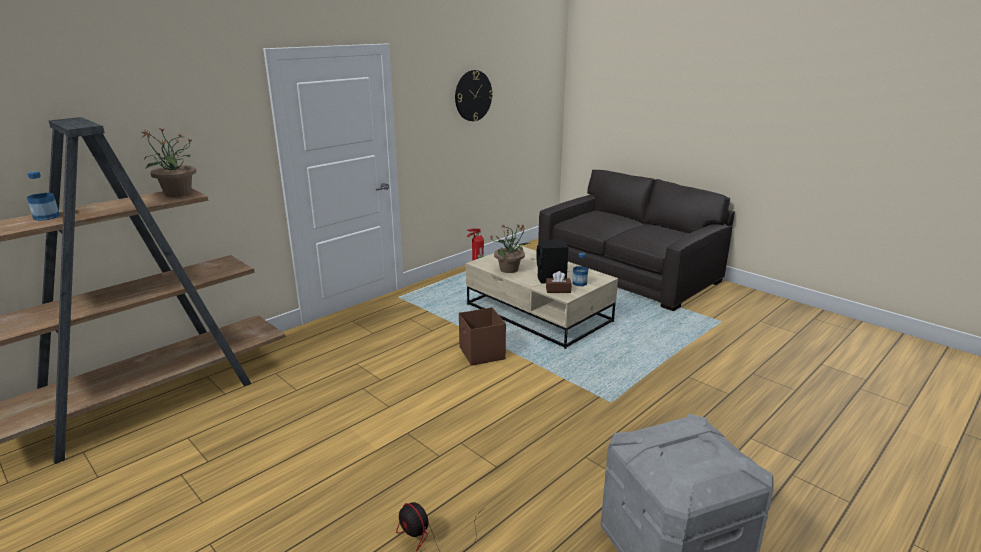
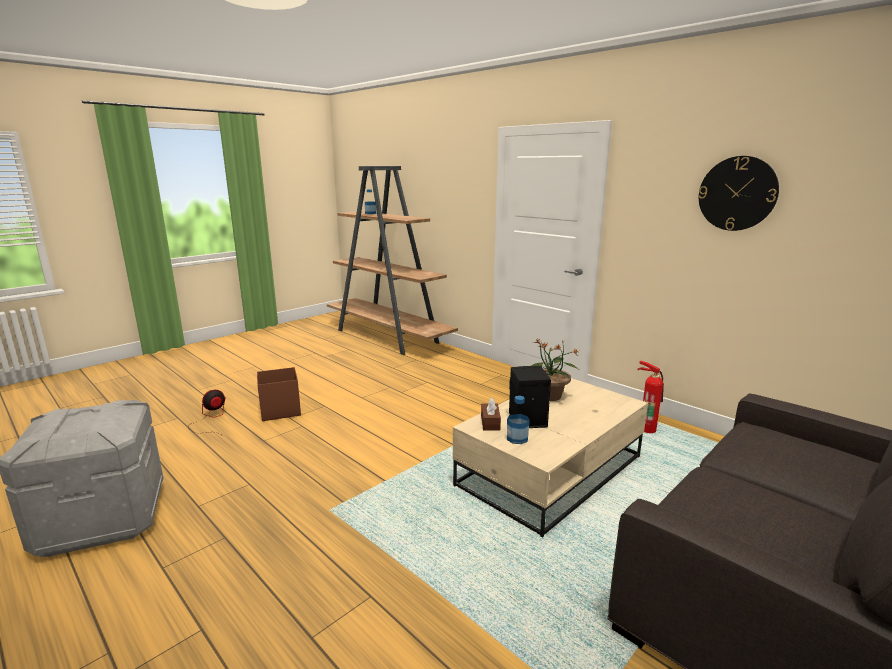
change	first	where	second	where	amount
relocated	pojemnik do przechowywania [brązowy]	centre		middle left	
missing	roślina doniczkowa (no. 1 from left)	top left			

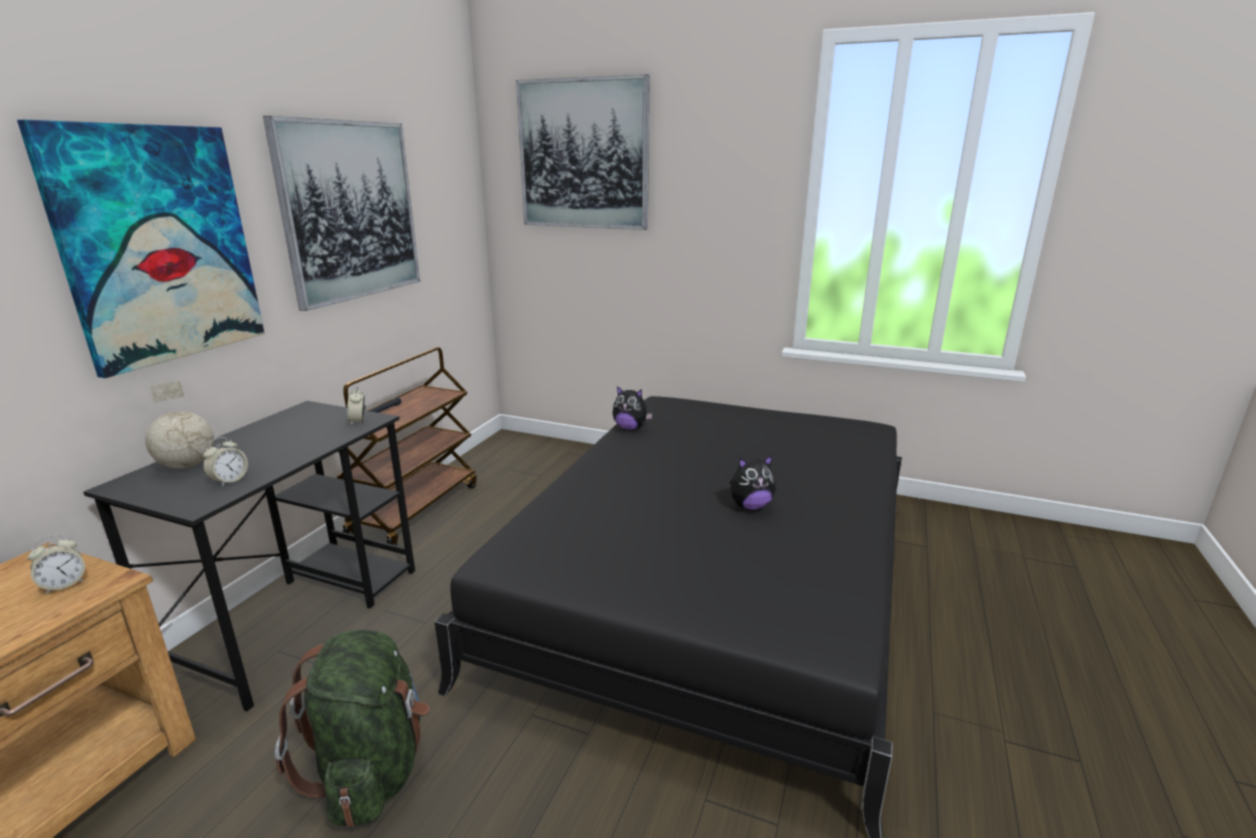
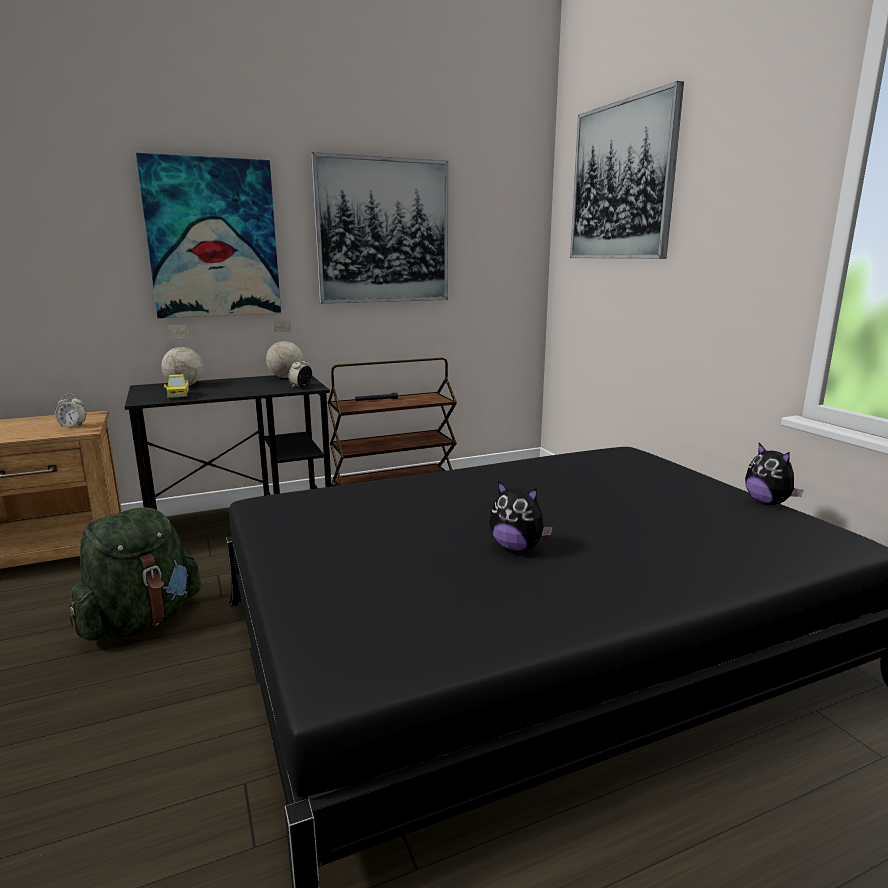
change	first	where	second	where	amount
exchanged	budzik (no. 2 from left)	middle left	ciężarówka zabawkowa	middle left	
appeared			globus (no. 2 from left)	middle left	
relocated	pluszak (no. 1 from left in the first image)	centre	pluszak (no. 2 from left)	middle right	

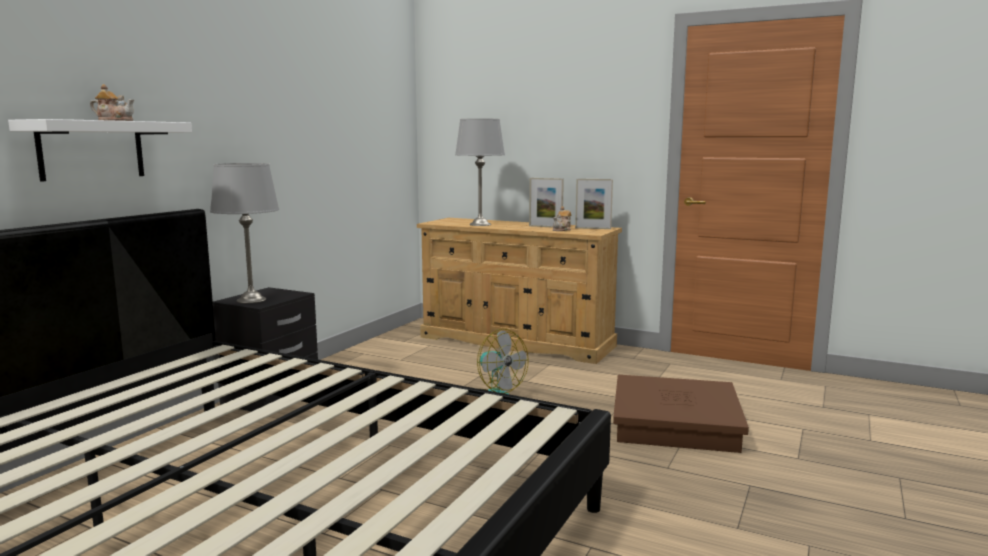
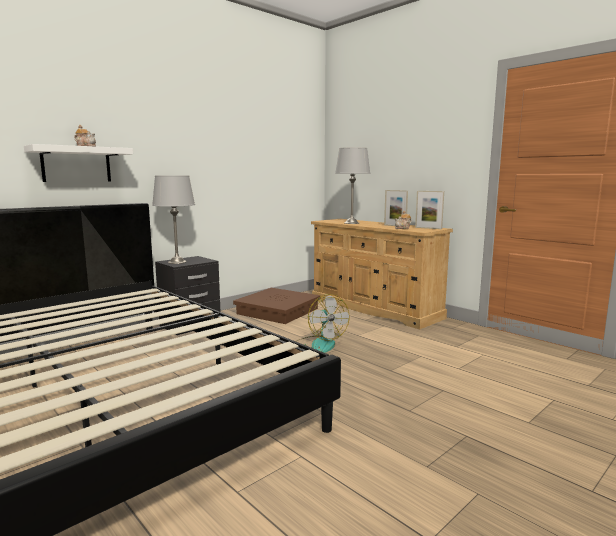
change	first	where	second	where	amount
relocated	pojemnik do przechowywania [brązowy]	bottom right		centre	

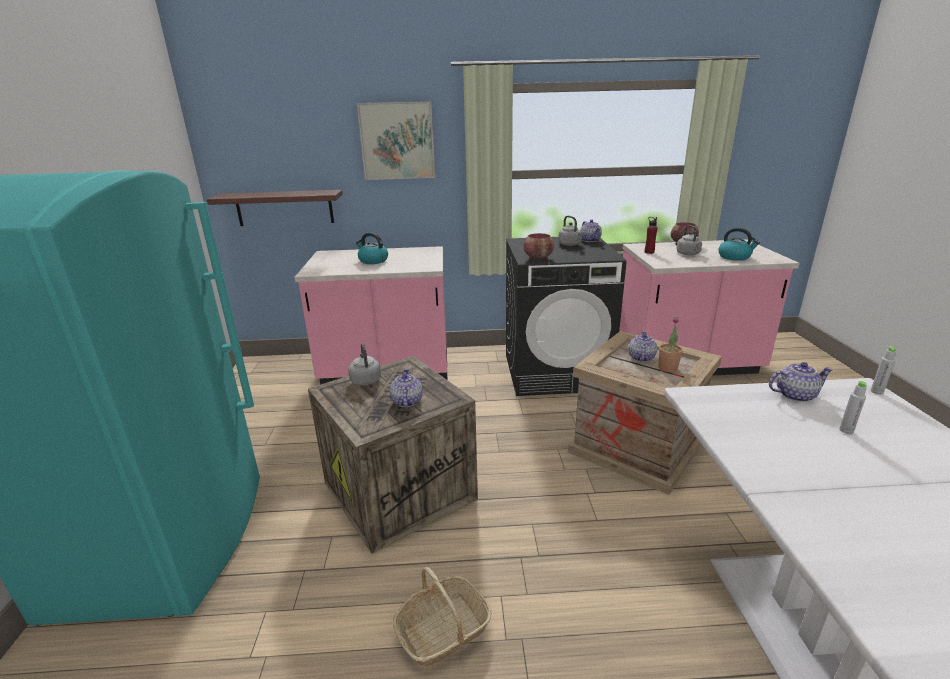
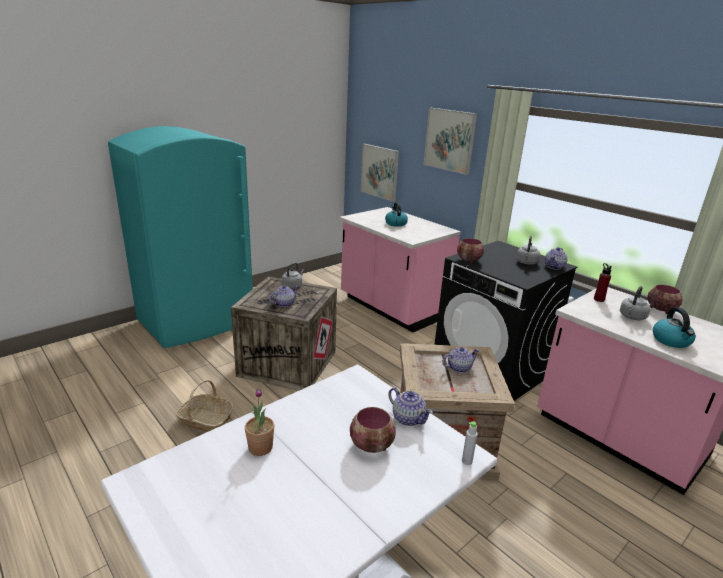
change	first	where	second	where	amount
relocated	roślina doniczkowa	middle right		bottom centre	
exchanged	butelka [szary] (no. 1 from left)	middle right	miska (no. 1 from left)	bottom centre	
exchanged	półka	top left	obraz (no. 1 from left)	top centre	

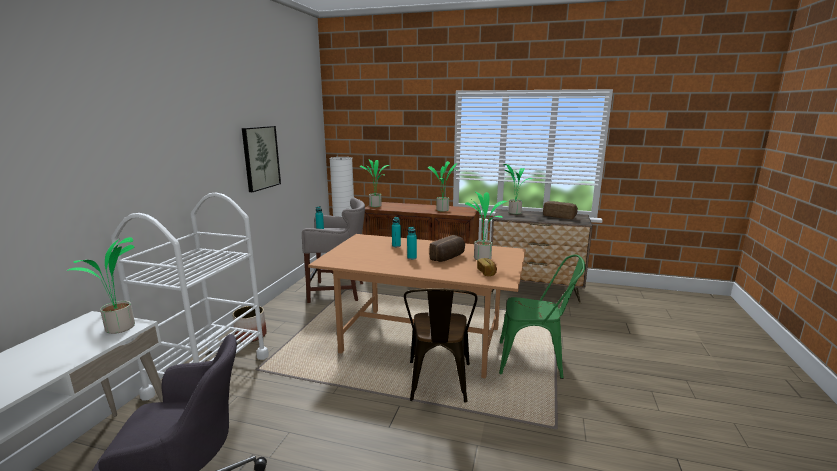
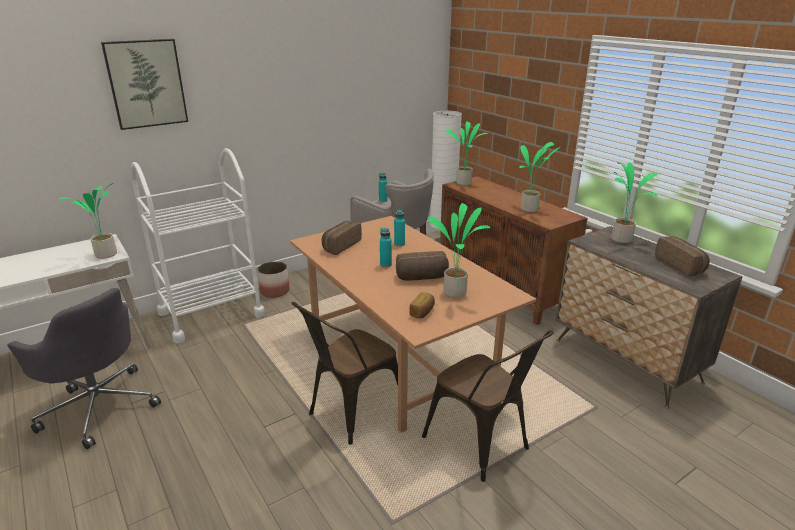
change	first	where	second	where	amount
relocated	obraz	middle left		top left	
appeared			chleb (no. 1 from left)	centre	
colour	krzesło [zielony]	bottom centre	krzesło [brązowy] (no. 2 from left)	bottom centre	

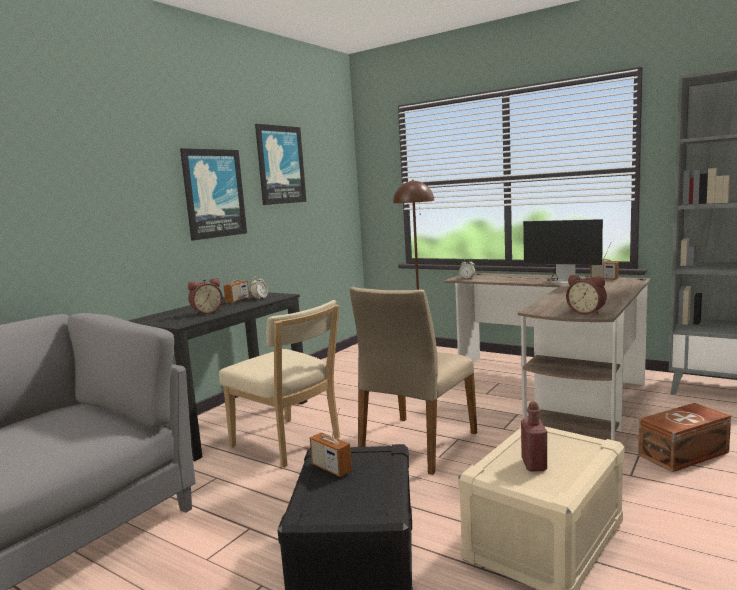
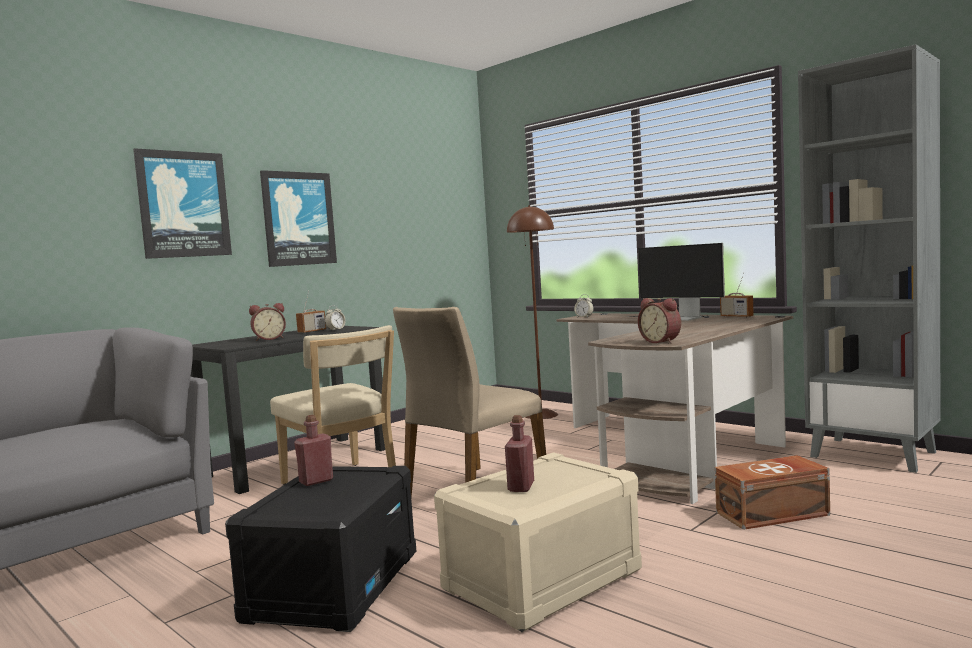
change	first	where	second	where	amount
relocated	obraz (no. 2 from left in the first image)	top centre	obraz (no. 1 from left)	top left	
exchanged	radio (no. 2 from left)	bottom centre	butelka [czerwony] (no. 1 from left)	bottom left	

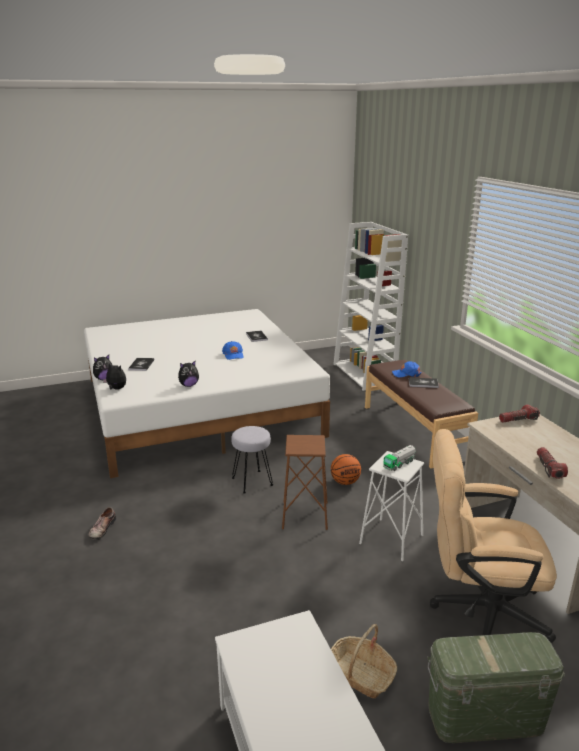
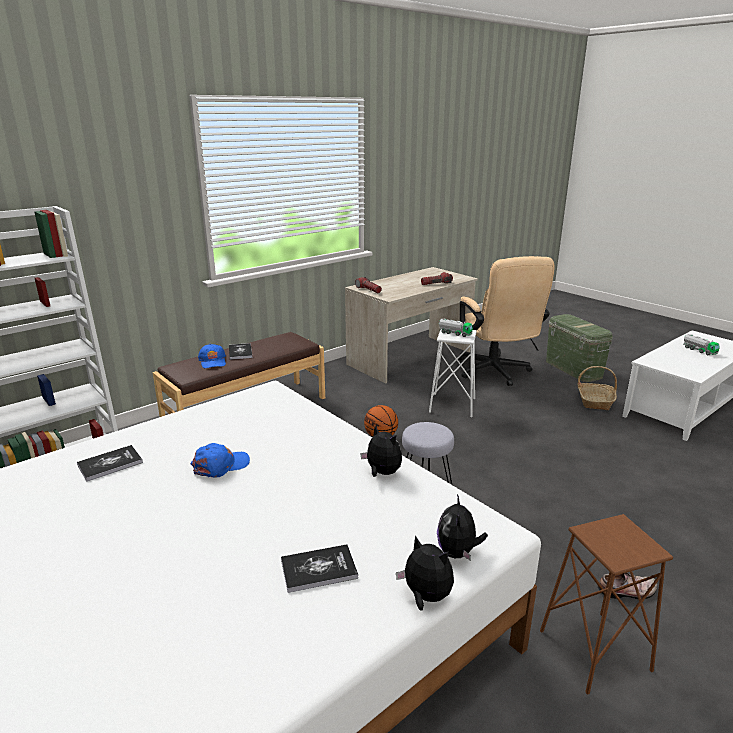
change	first	where	second	where	amount
relocated	stołek [brązowy]	centre		bottom right	
appeared			ciężarówka zabawkowa (no. 2 from left)	middle right	

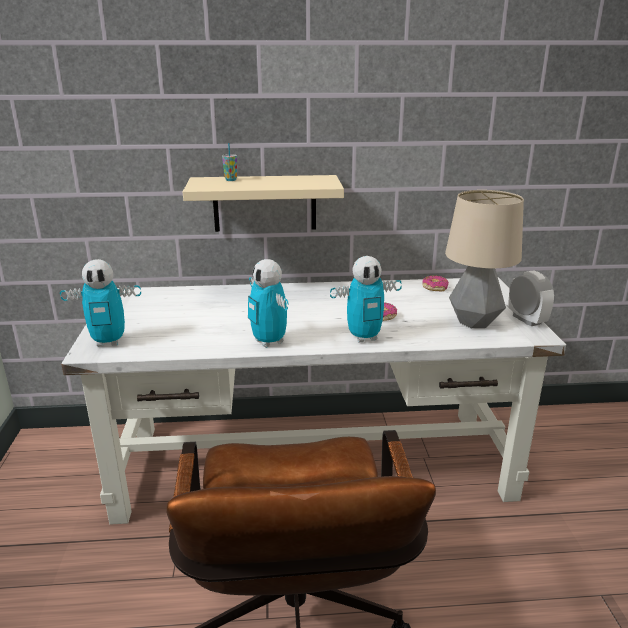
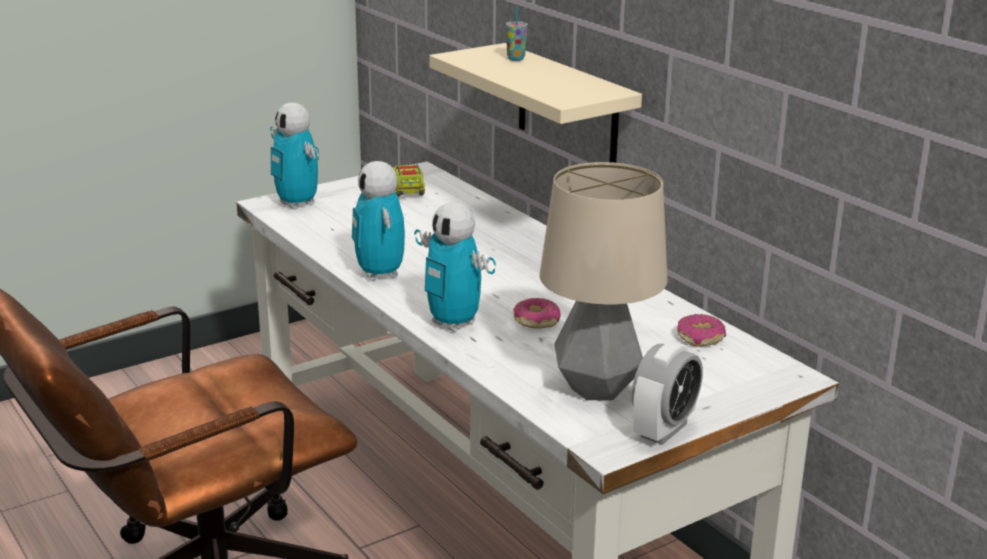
change	first	where	second	where	amount
spun	robot zabawkowy (no. 2 from left)	centre		centre	45 degrees counterclockwise
appeared			ciężarówka zabawkowa	top centre	

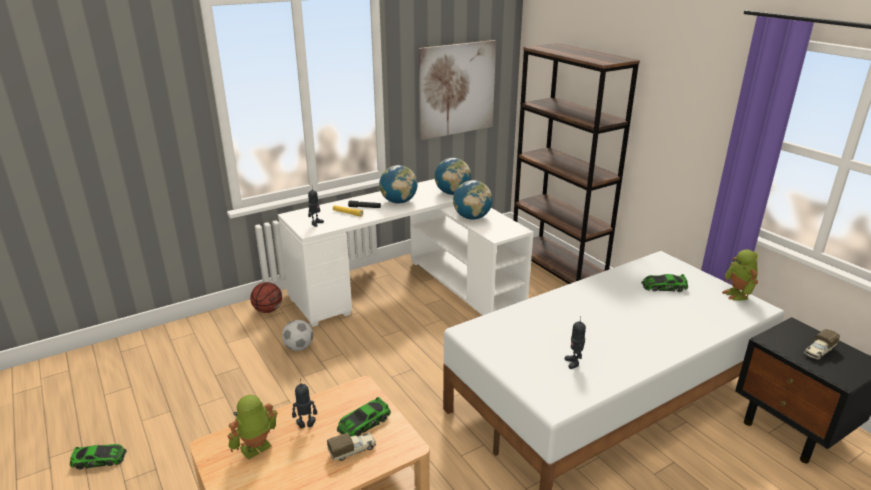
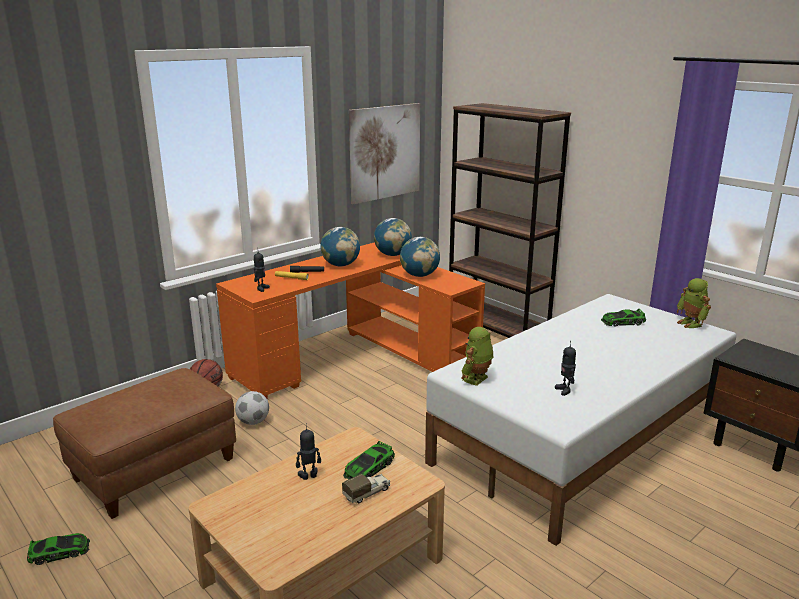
change	first	where	second	where	amount
appeared			pufa [brązowy]	bottom left	
colour	biurko [biały]	centre	biurko [pomarańczowy]	centre	
relocated	robot zabawkowy (no. 1 from left in the first image)	bottom left	robot zabawkowy (no. 3 from left)	centre	
missing	ciężarówka zabawkowa (no. 2 from left)	bottom right			

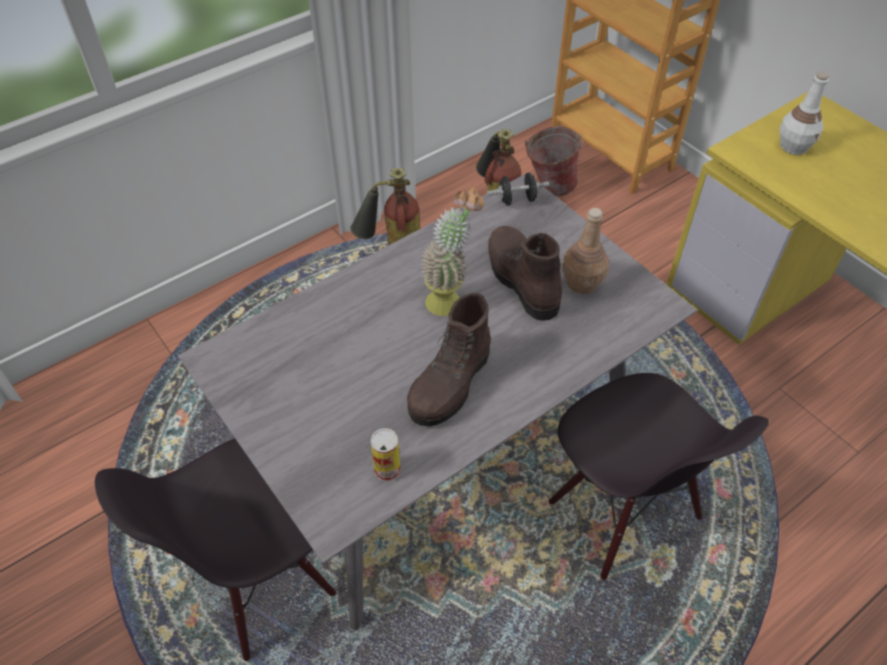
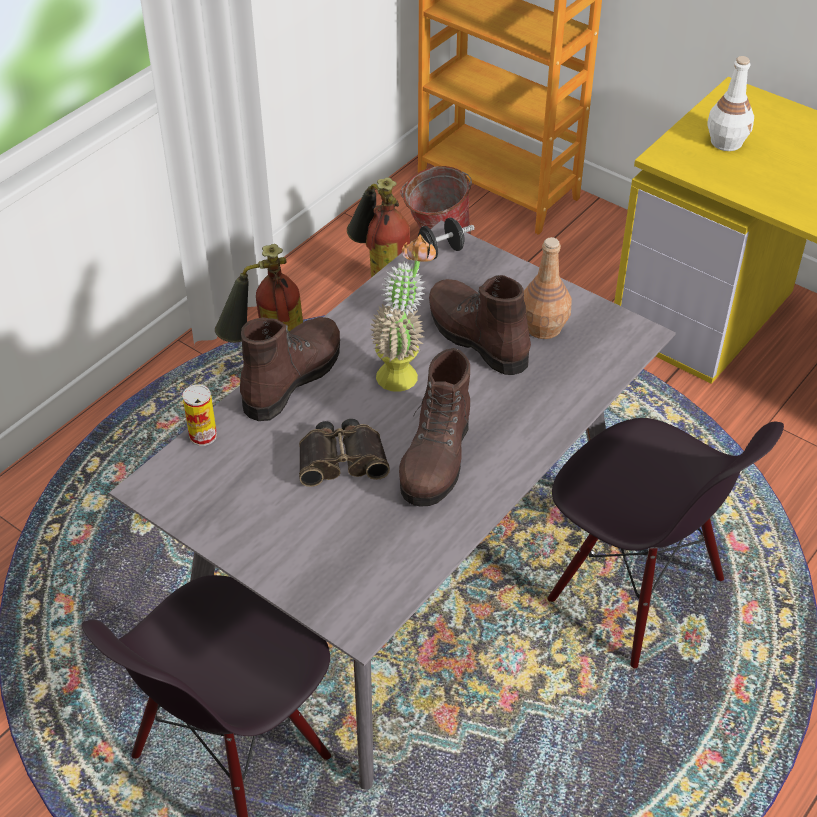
change	first	where	second	where	amount
relocated	puszka	bottom centre		middle left	
appeared			but z cholewką [brązowy] (no. 1 from left)	centre	
appeared			lornetka	centre	

